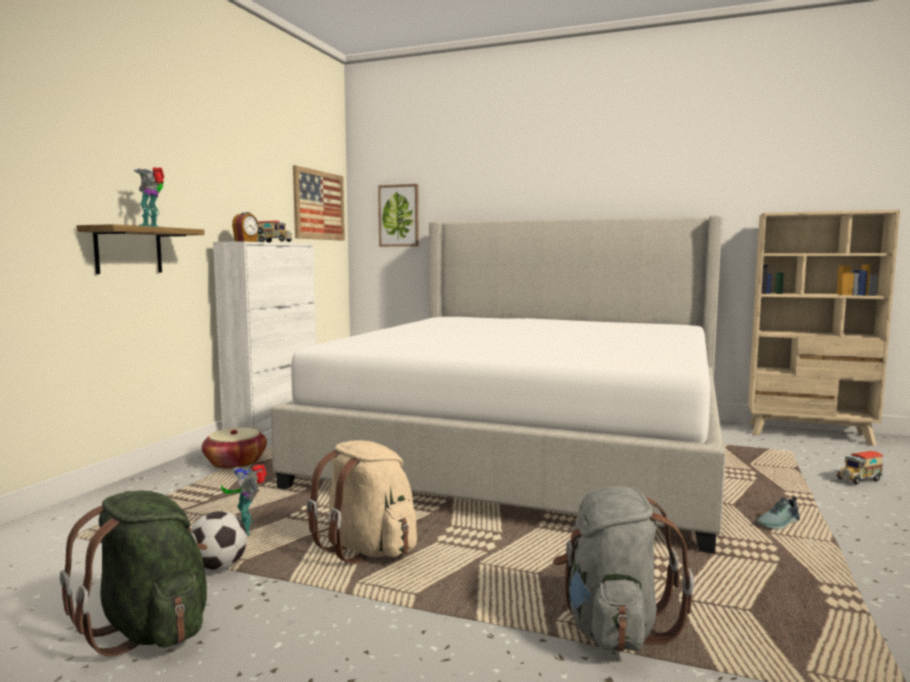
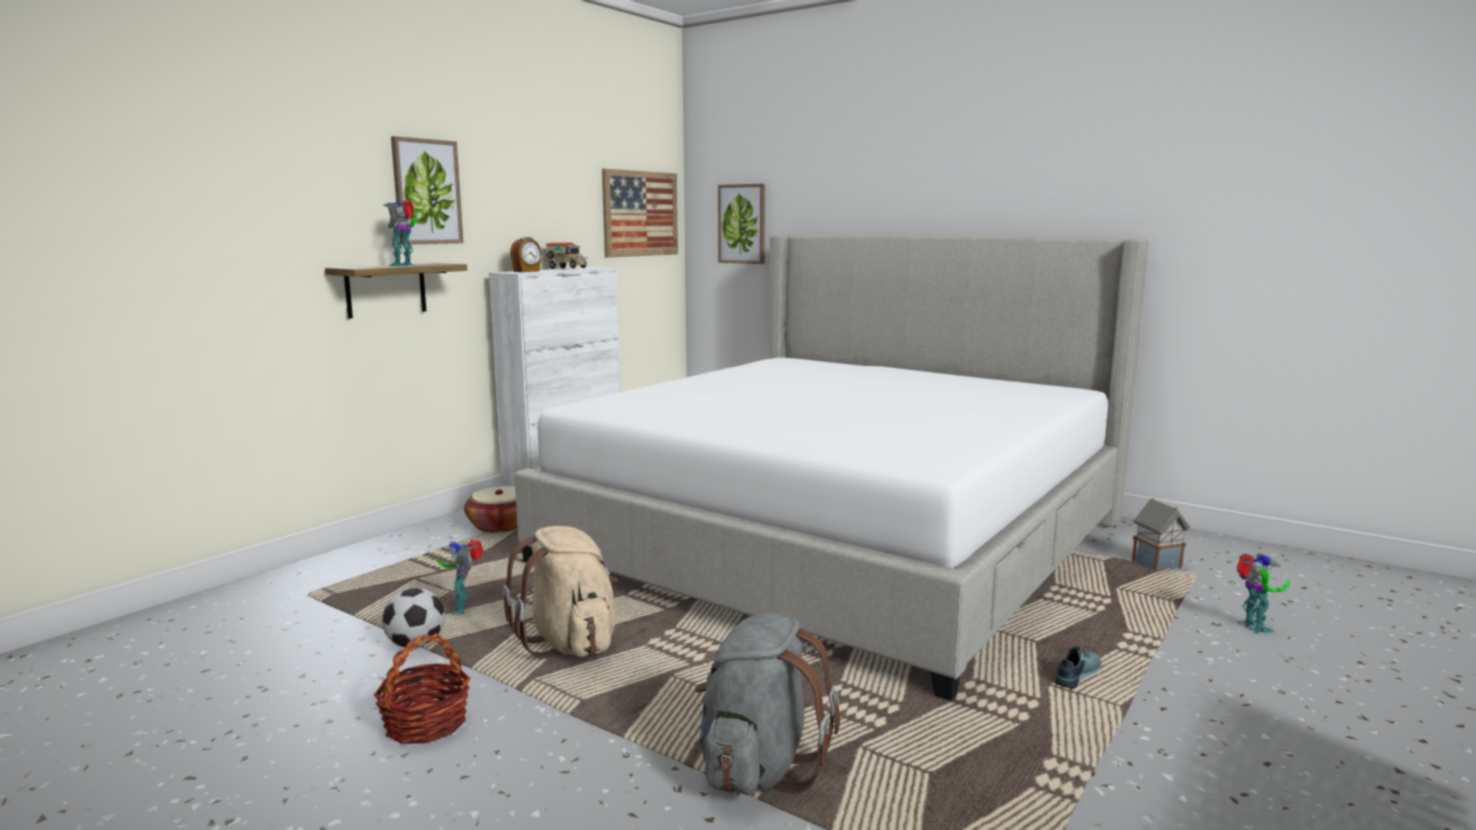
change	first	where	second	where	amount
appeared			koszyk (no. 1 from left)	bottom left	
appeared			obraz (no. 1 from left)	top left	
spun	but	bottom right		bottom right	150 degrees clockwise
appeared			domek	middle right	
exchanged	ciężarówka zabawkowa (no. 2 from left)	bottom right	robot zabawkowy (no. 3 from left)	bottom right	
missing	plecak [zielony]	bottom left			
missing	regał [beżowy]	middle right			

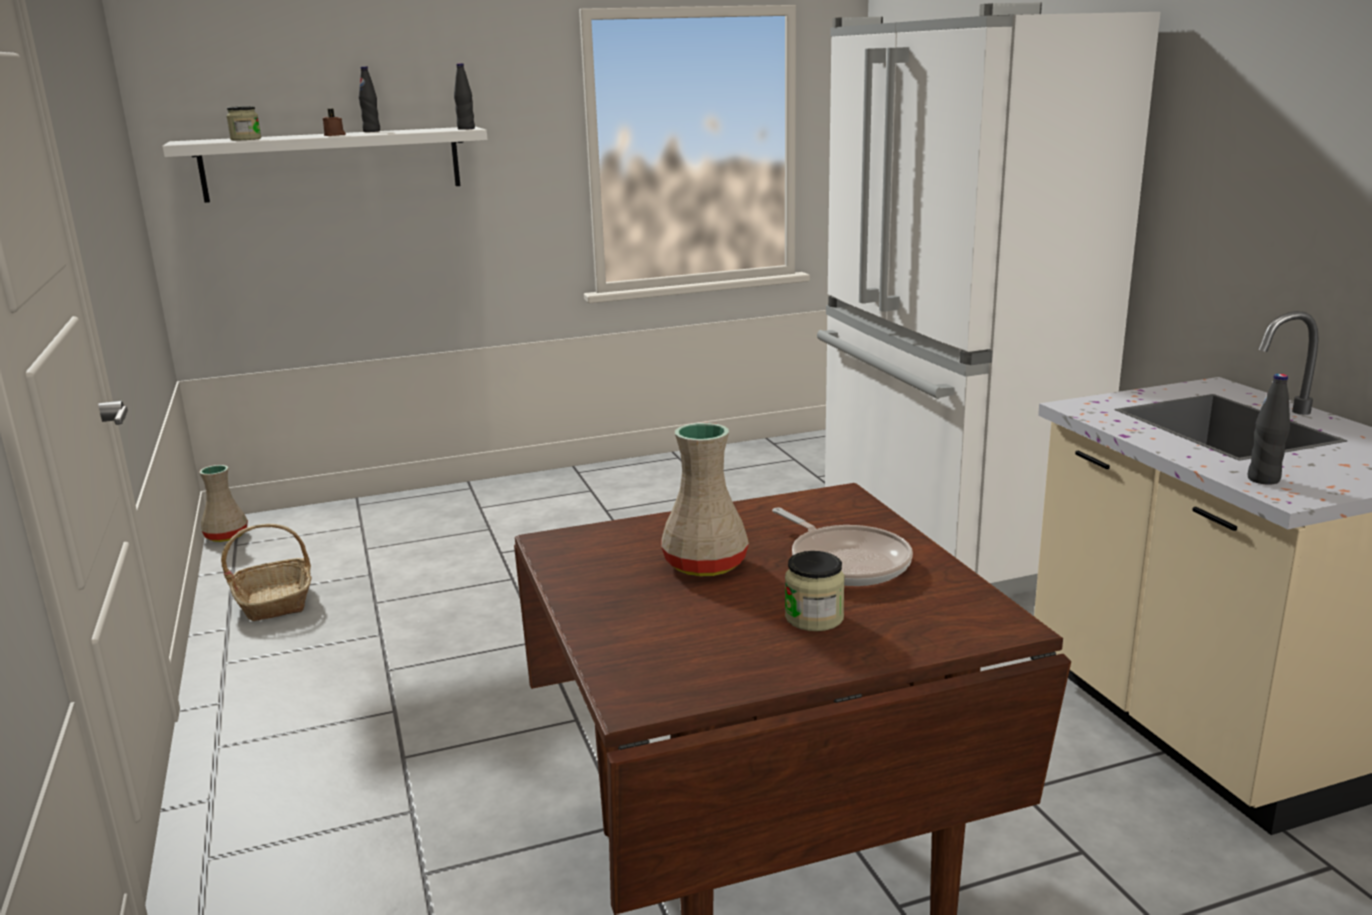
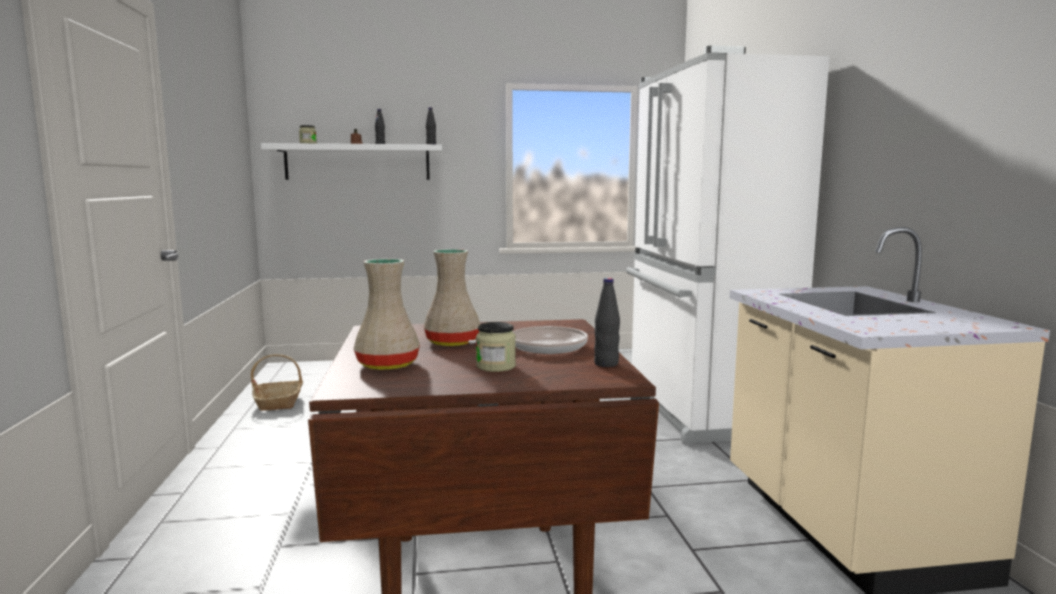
change	first	where	second	where	amount
relocated	wazon [beżowy] (no. 1 from left)	middle left		centre	
spun	patelnia	centre		centre	90 degrees counterclockwise
relocated	butelka [czarny] (no. 3 from left)	middle right		centre	

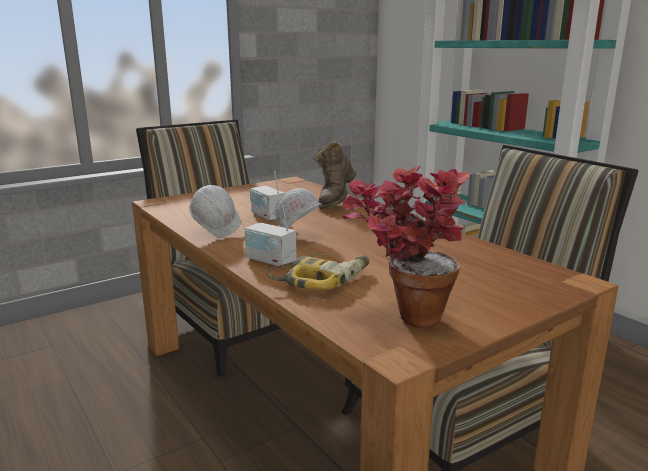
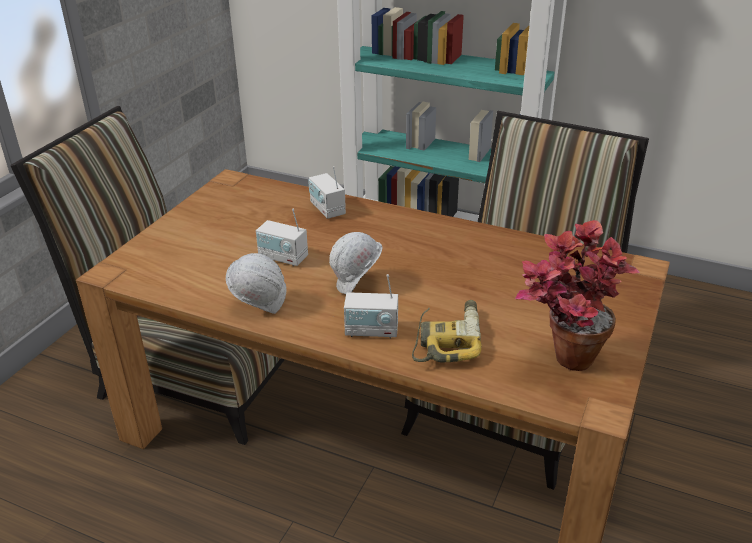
change	first	where	second	where	amount
exchanged	but z cholewką [brązowy]	centre	radio (no. 2 from left)	centre	

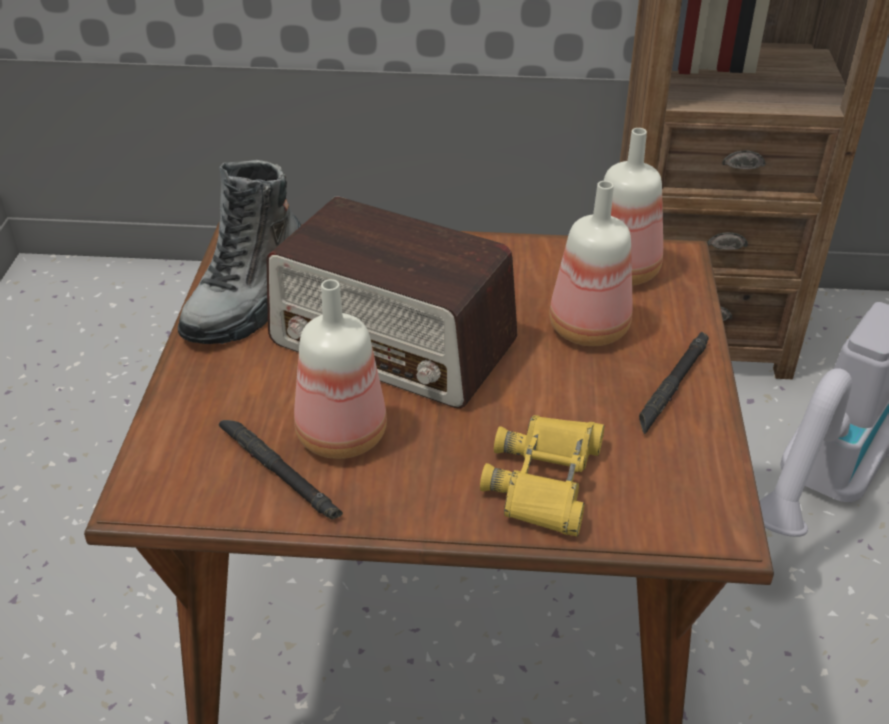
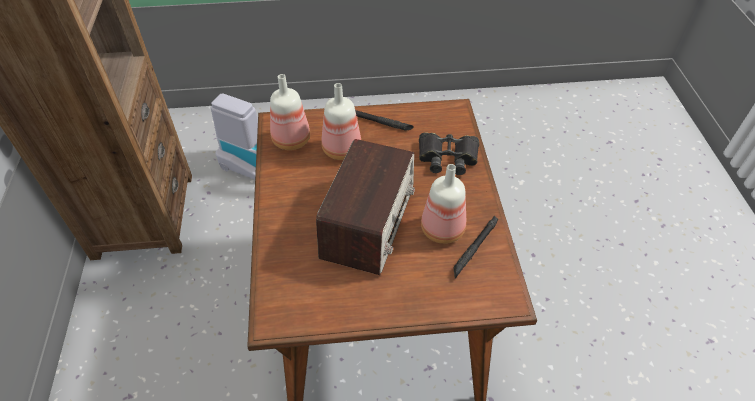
change	first	where	second	where	amount
colour	lornetka [żółty]	centre	lornetka [czarny]	centre	
missing	but z cholewką	middle left			

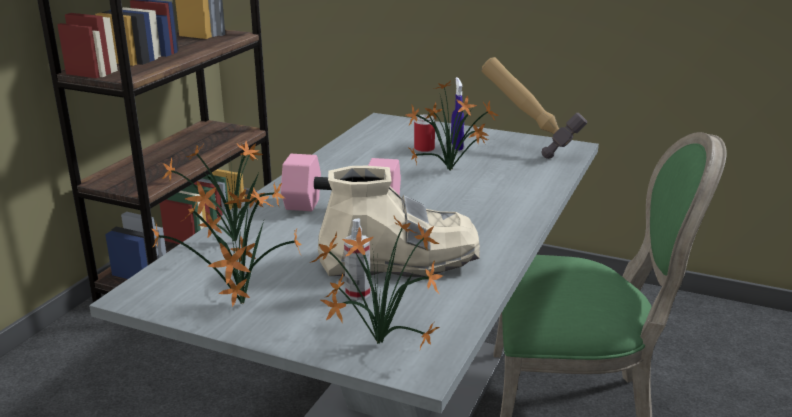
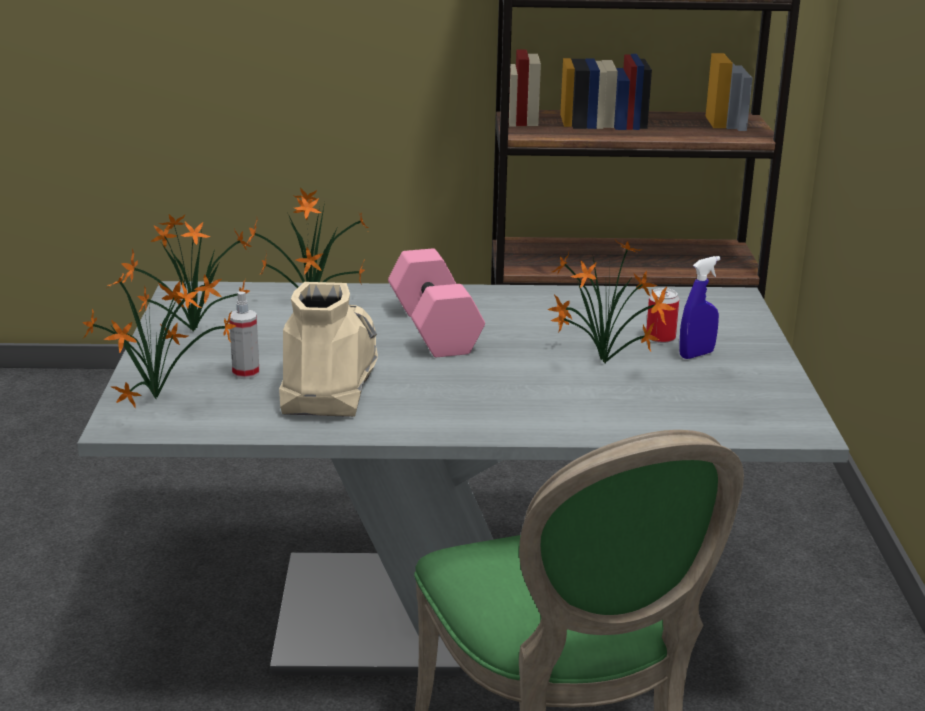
change	first	where	second	where	amount
spun	but z cholewką [beżowy]	centre		centre	150 degrees counterclockwise
missing	młotek	top right			

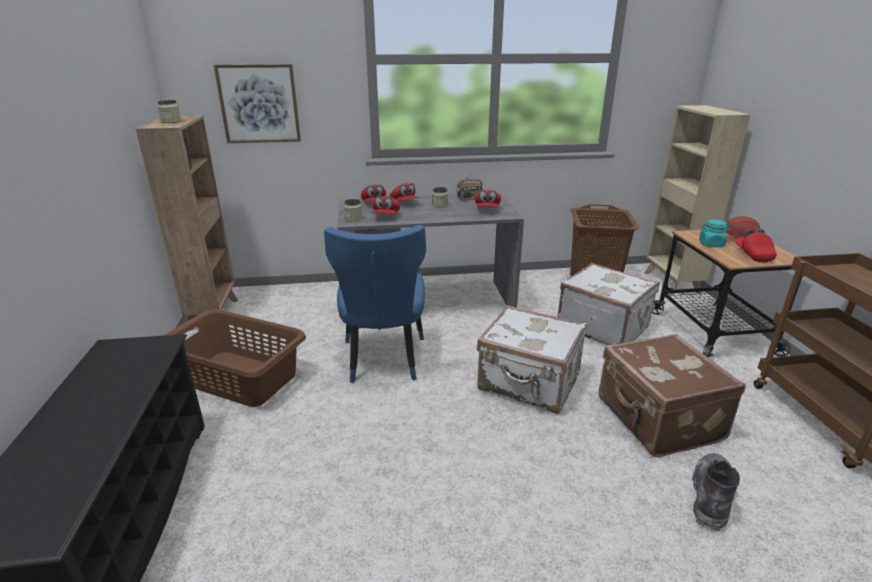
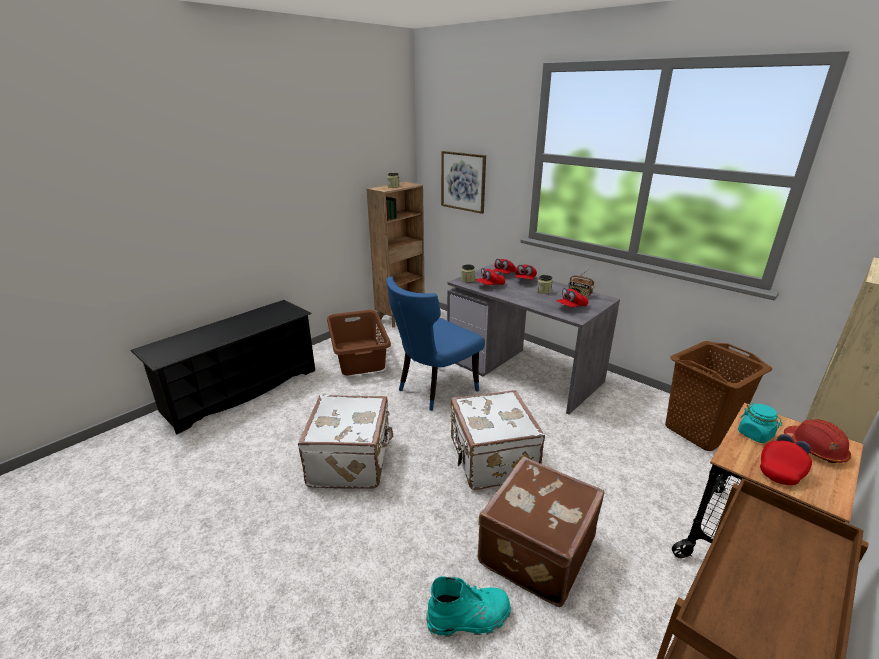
change	first	where	second	where	amount
relocated	walizka [biały] (no. 2 from left in the first image)	middle right	walizka [biały] (no. 1 from left)	bottom centre	
colour	but z cholewką [szary]	bottom right	but z cholewką [turkusowy]	bottom centre	

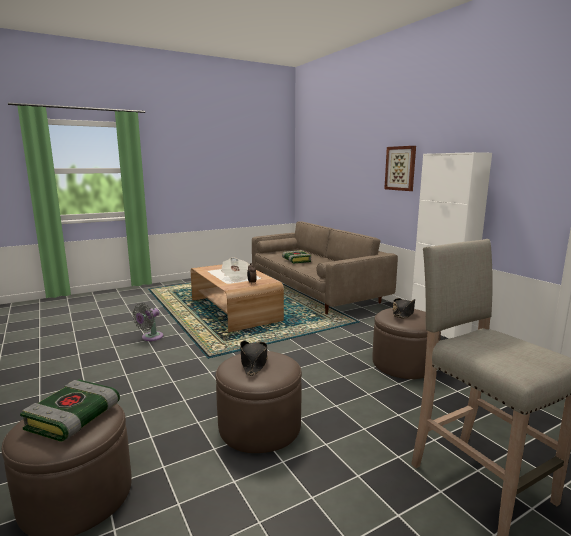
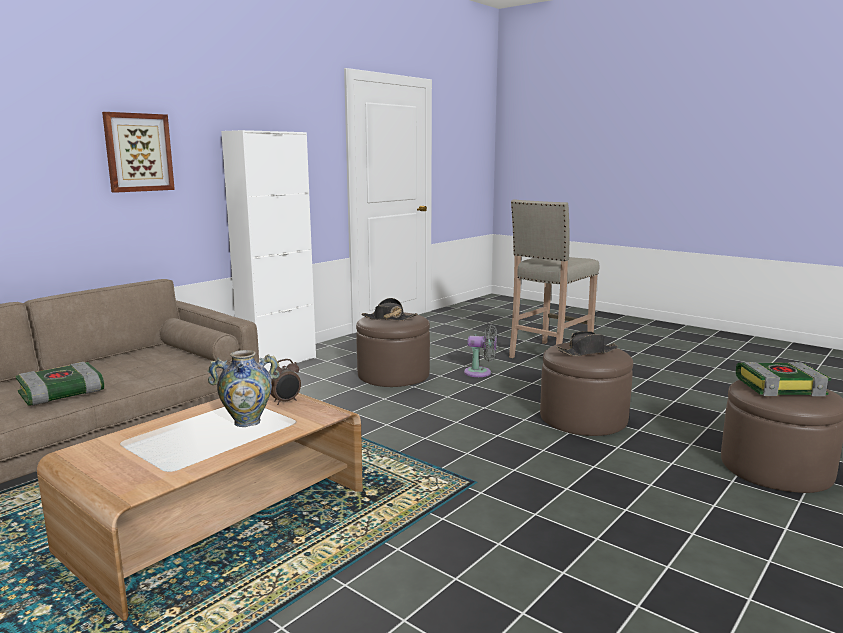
change	first	where	second	where	amount
exchanged	gazeta	centre	wazon	middle left	
relocated	wentylator [szary]	middle left		centre	

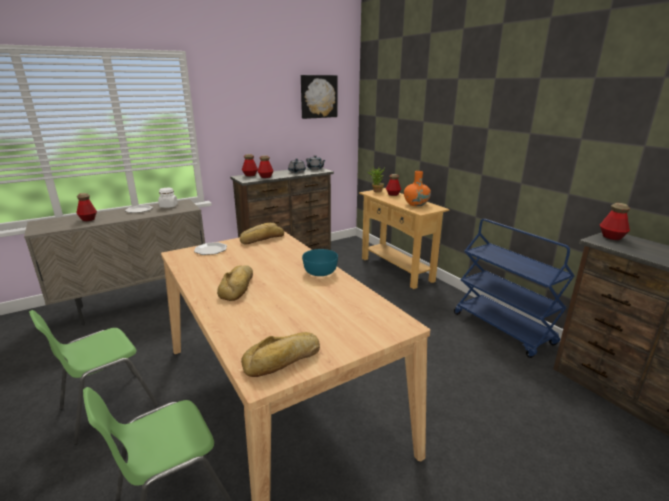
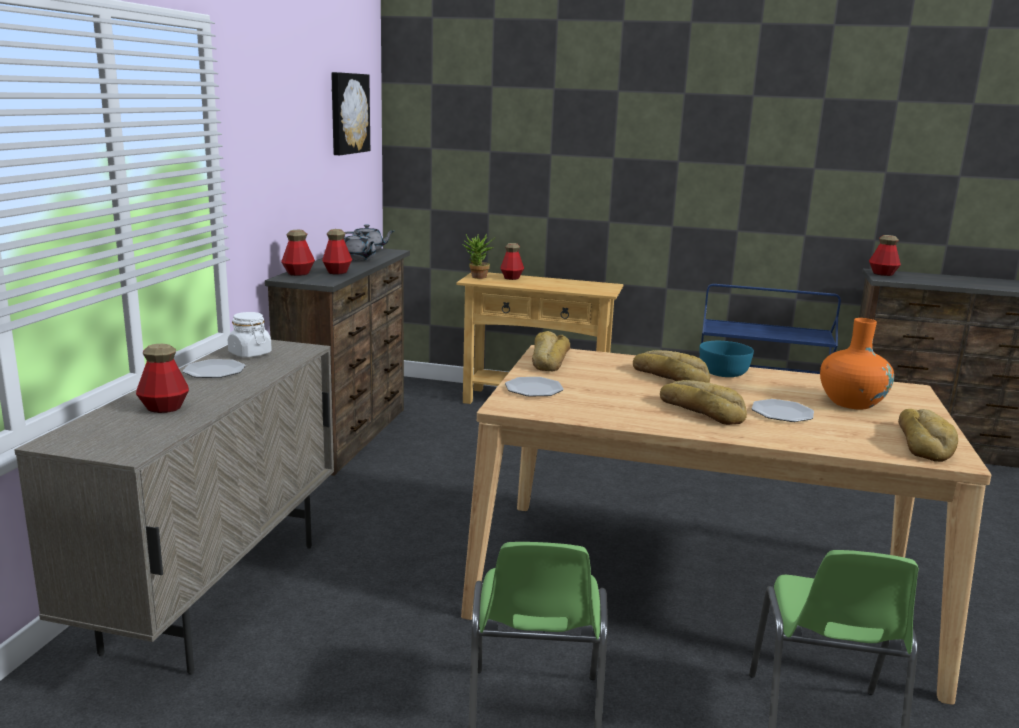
change	first	where	second	where	amount
appeared			chleb (no. 2 from left)	centre	
appeared			talerz (no. 3 from left)	middle right	
relocated	wazon [pomarańczowy]	centre		middle right	

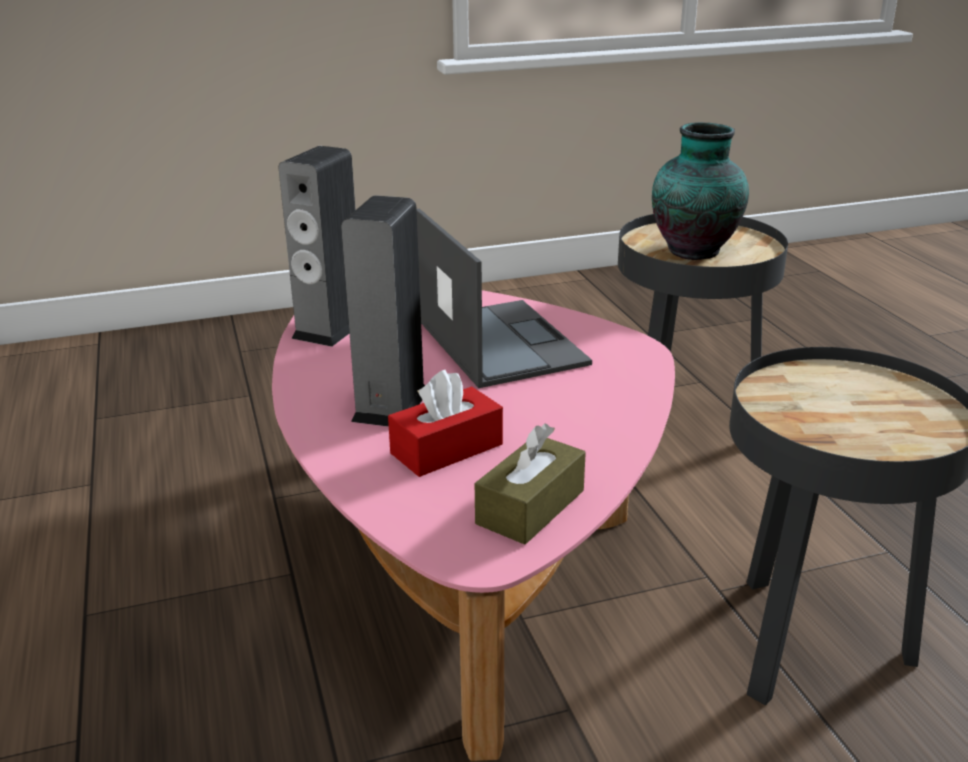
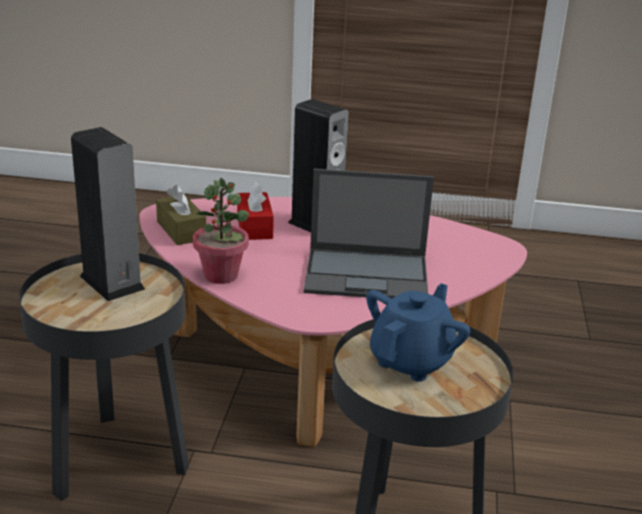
change	first	where	second	where	amount
relocated	głośnik (no. 1 from left)	top left		middle left	
appeared			roślina doniczkowa	centre	
exchanged	wazon	top right	imbryk [niebieski]	centre	

